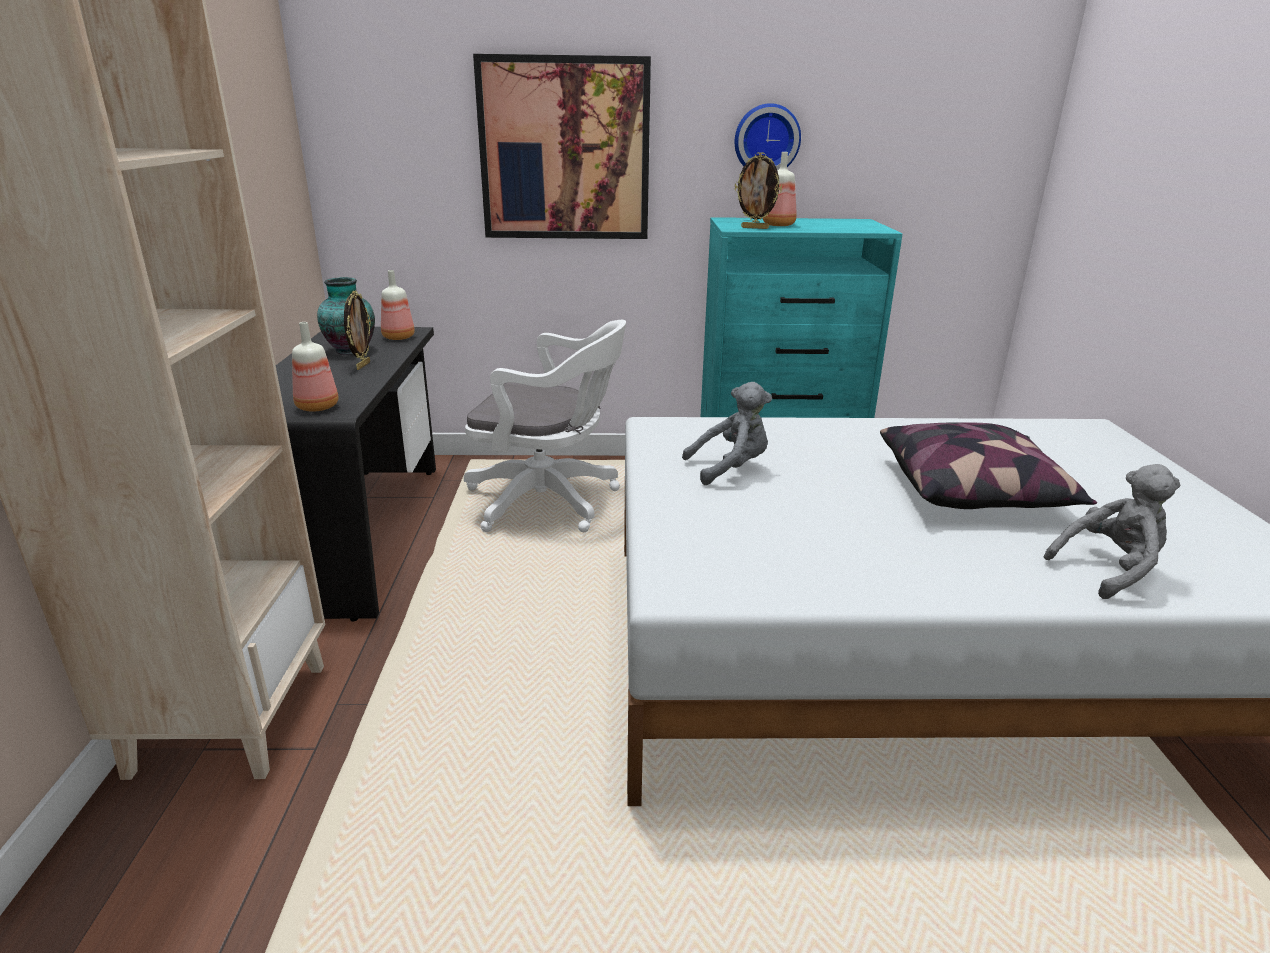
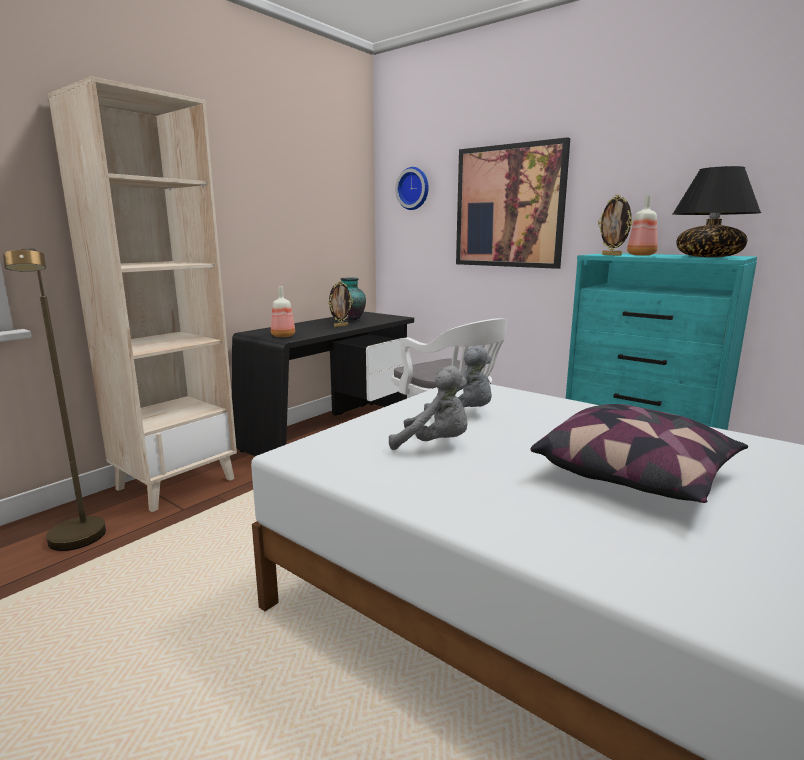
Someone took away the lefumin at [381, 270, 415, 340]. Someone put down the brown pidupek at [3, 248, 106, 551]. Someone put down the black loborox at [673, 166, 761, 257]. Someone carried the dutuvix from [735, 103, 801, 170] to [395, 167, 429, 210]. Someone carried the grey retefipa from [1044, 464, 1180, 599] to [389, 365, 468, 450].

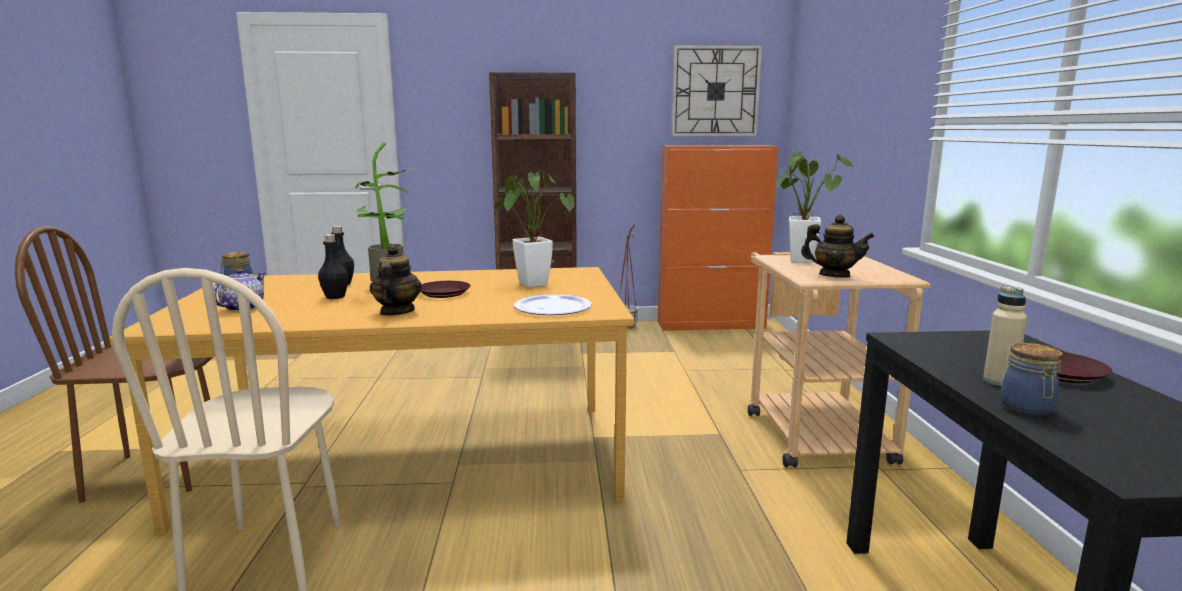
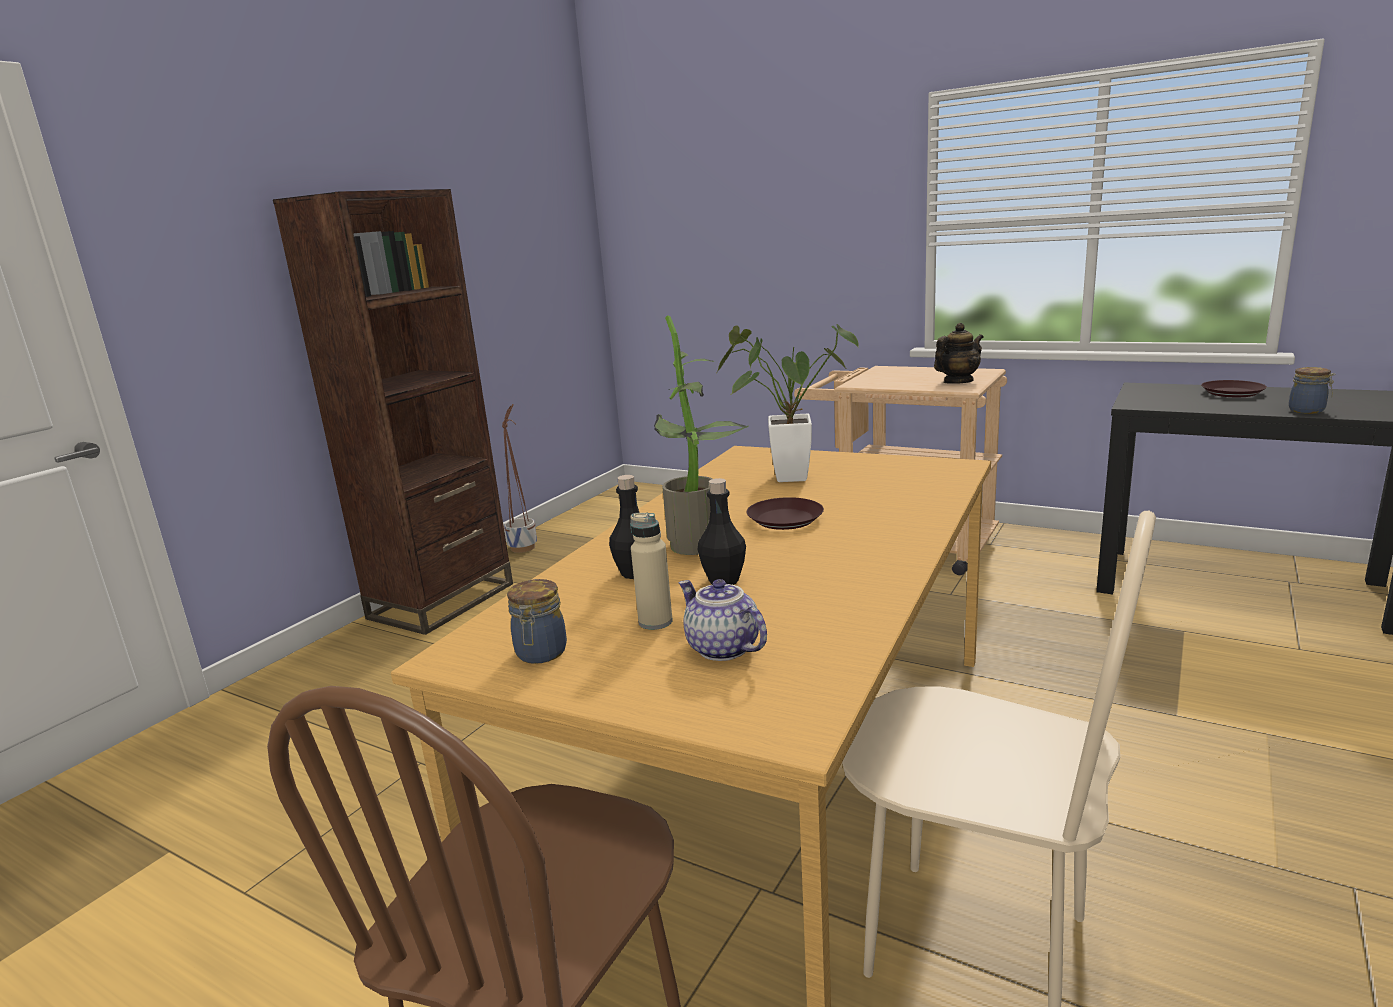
Someone took away the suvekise at [370, 245, 422, 316]. Someone took away the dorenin at [514, 294, 592, 315]. Someone took away the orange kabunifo at [658, 145, 779, 331]. Someone took away the dutuvix at [671, 45, 762, 136]. Someone took away the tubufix at [778, 152, 854, 263]. Someone carried the beige lefumin from [983, 285, 1027, 386] to [630, 513, 673, 630].

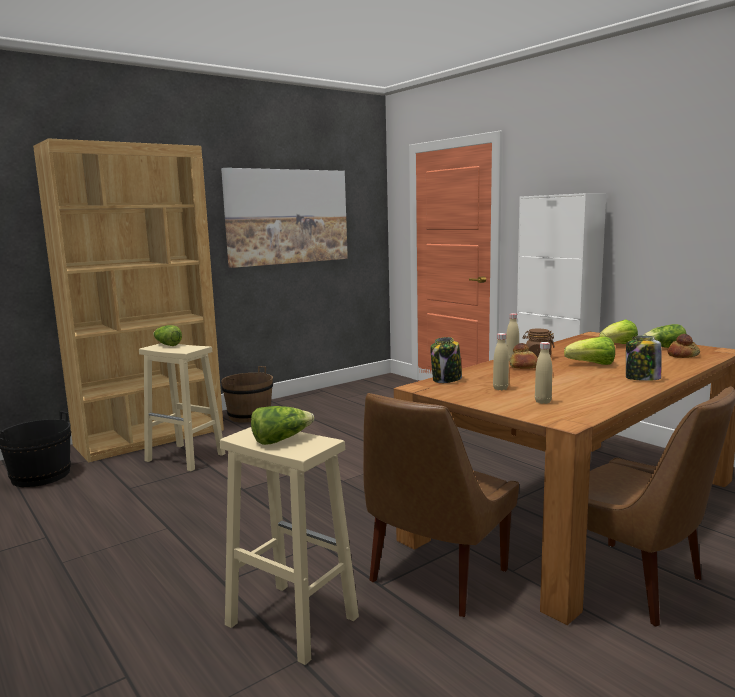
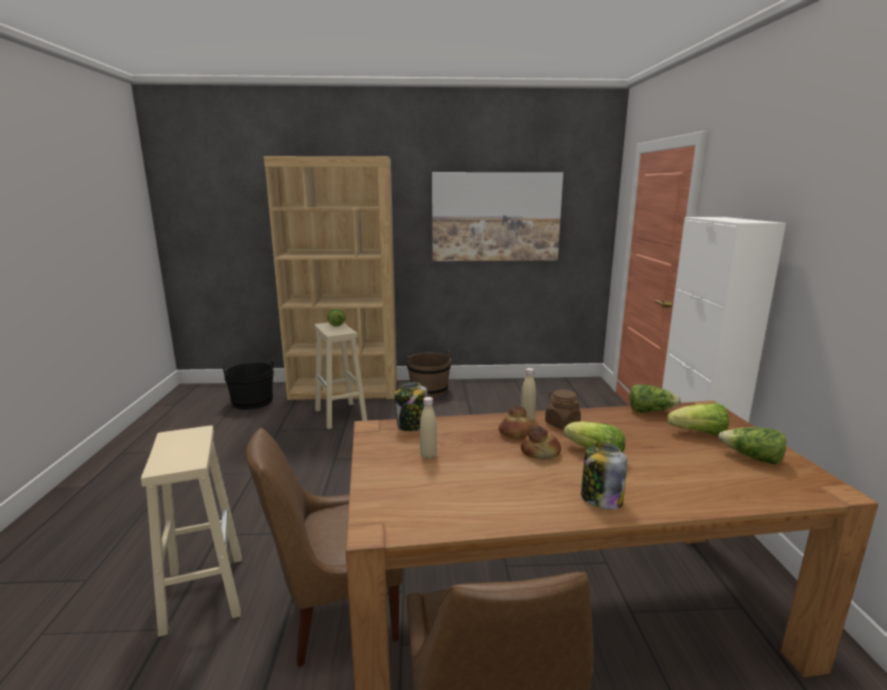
Someone took away the beige lefumin at [535, 342, 552, 404]. Someone carried the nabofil from [251, 406, 314, 445] to [629, 384, 681, 413]. Someone carried the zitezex from [667, 334, 700, 358] to [521, 426, 561, 459].

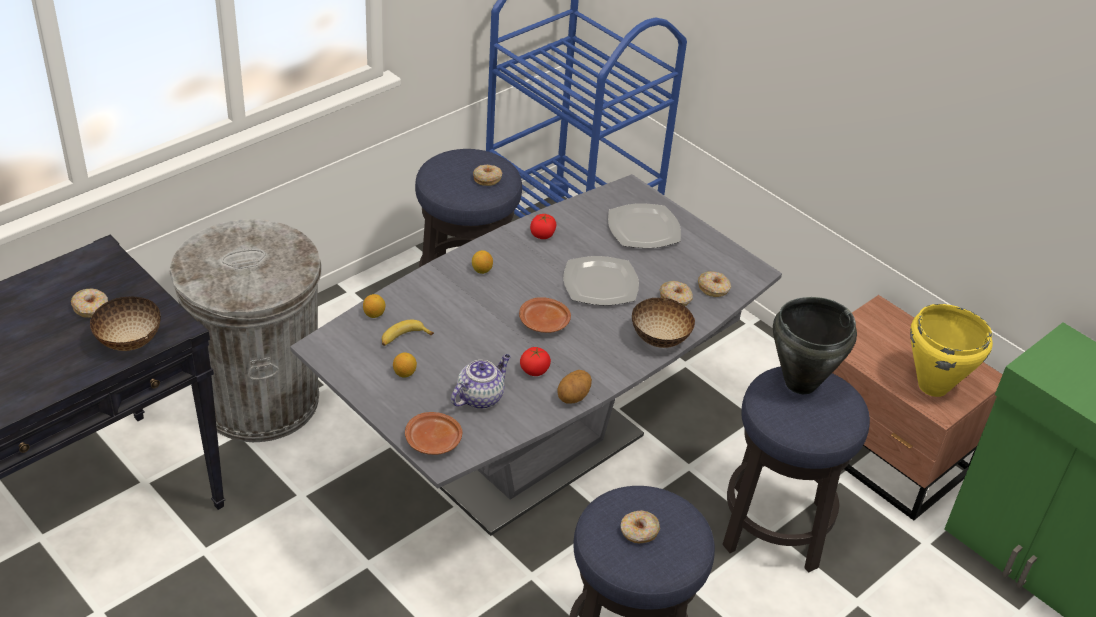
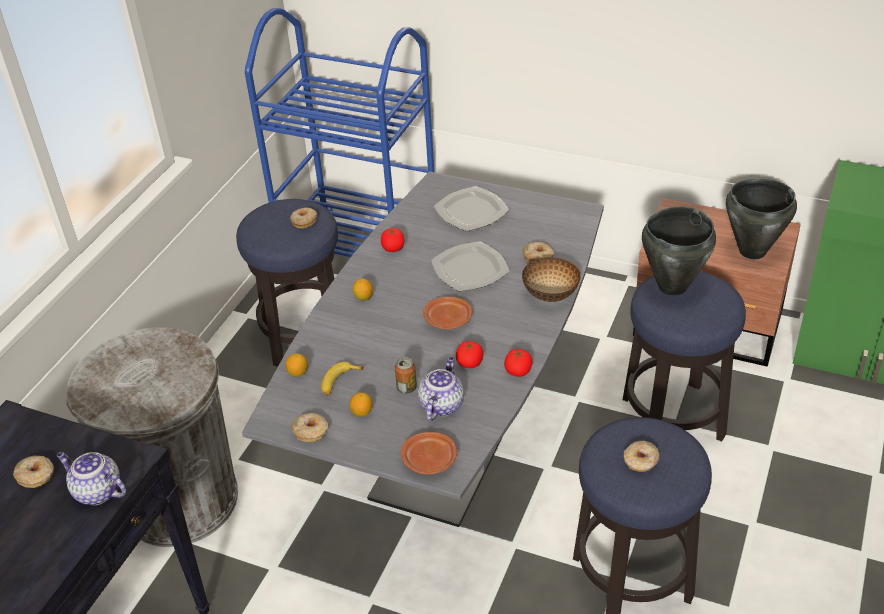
Someone put down the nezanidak at [395, 357, 417, 394]. Someone carried the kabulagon from [698, 271, 731, 297] to [291, 413, 328, 442]. Someone swapped the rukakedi at [90, 297, 161, 351] for the suvekise at [56, 452, 126, 505]. Someone swapped the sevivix at [557, 370, 592, 404] for the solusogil at [504, 349, 532, 377]. Someone repainted the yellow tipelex at [910, 304, 993, 397], which became the black tipelex at [726, 178, 797, 259].

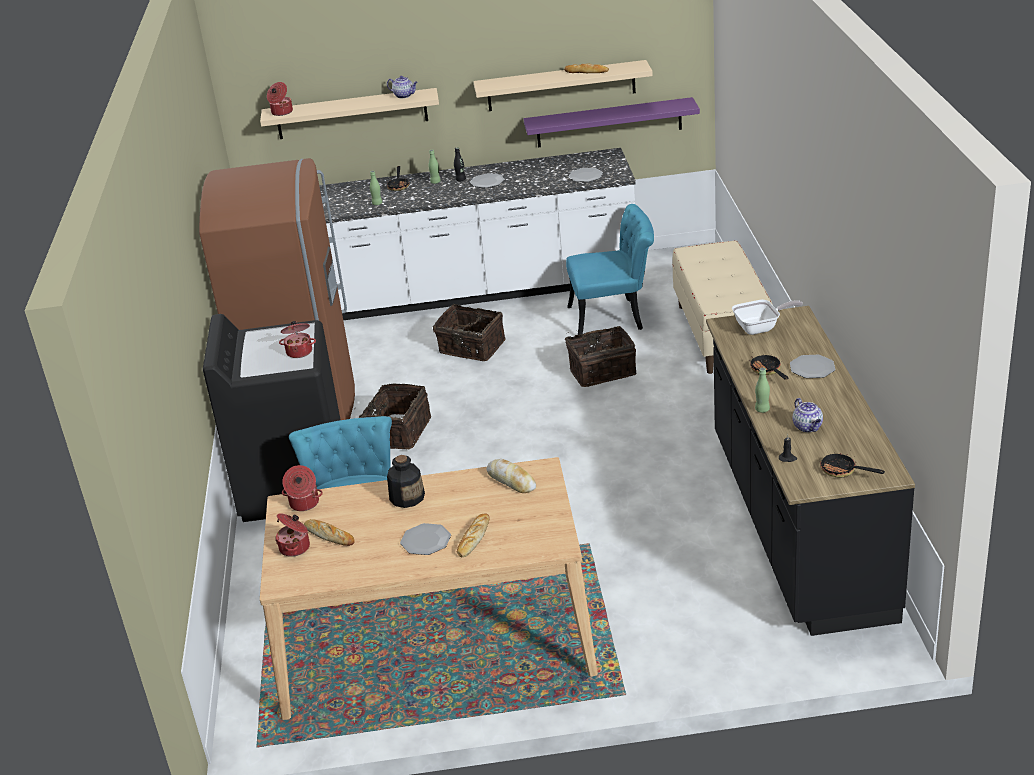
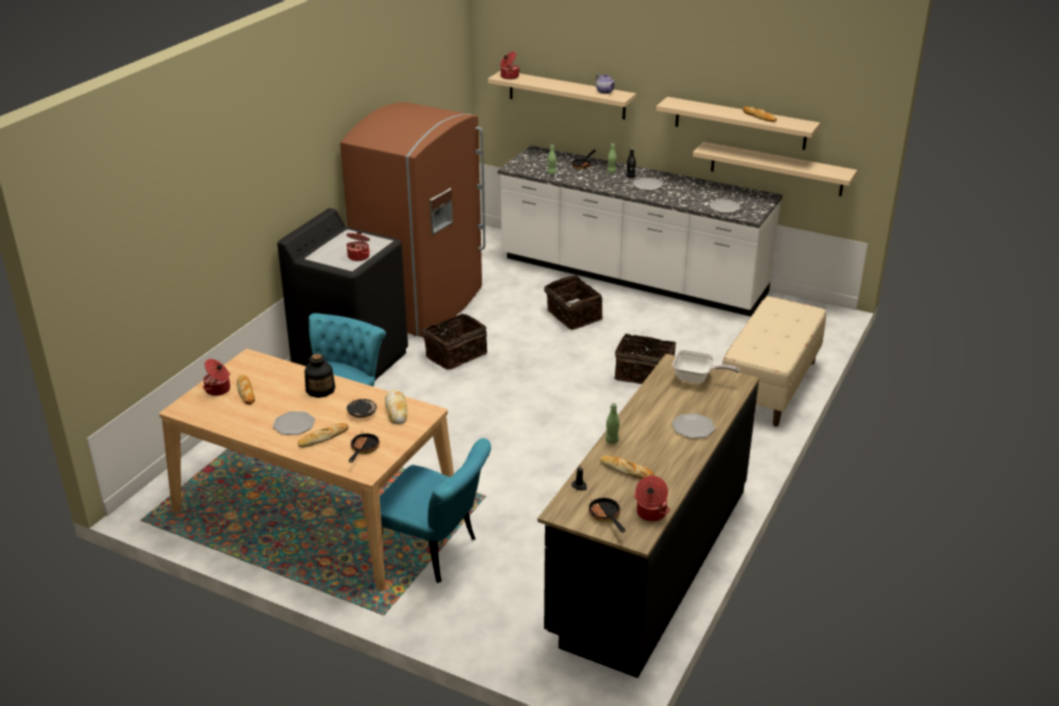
Someone put down the black dorenin at [347, 399, 377, 418]. Someone carried the tipelex from [282, 465, 323, 511] to [634, 476, 670, 522]. Someone carried the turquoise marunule from [566, 204, 654, 335] to [371, 438, 491, 583]. Someone carried the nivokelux from [749, 354, 788, 380] to [349, 433, 380, 463]. Someone swapped the suvekise at [793, 398, 823, 432] for the zitezex at [600, 456, 655, 479]. Someone repainted the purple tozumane at [523, 97, 700, 147], which became the beige tozumane at [693, 142, 857, 196].

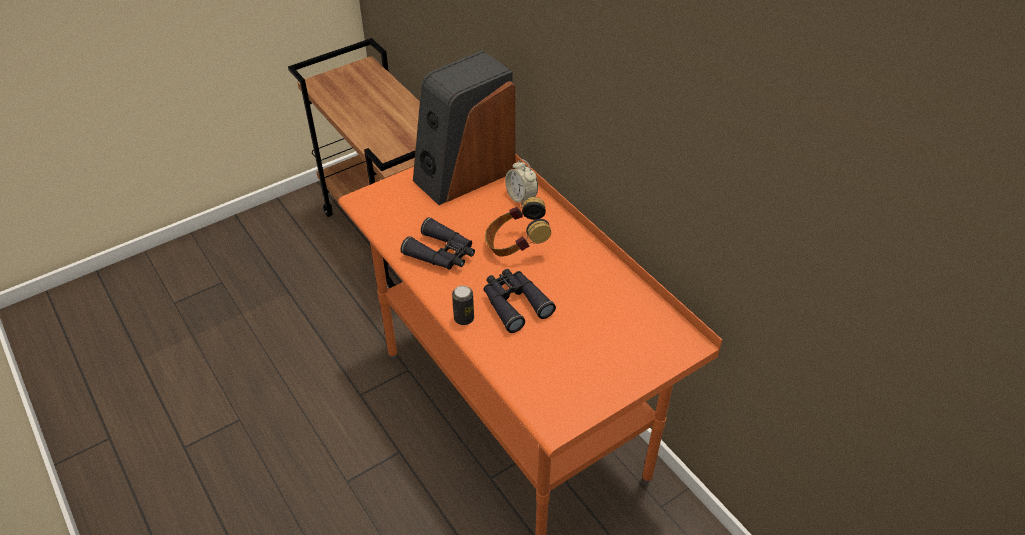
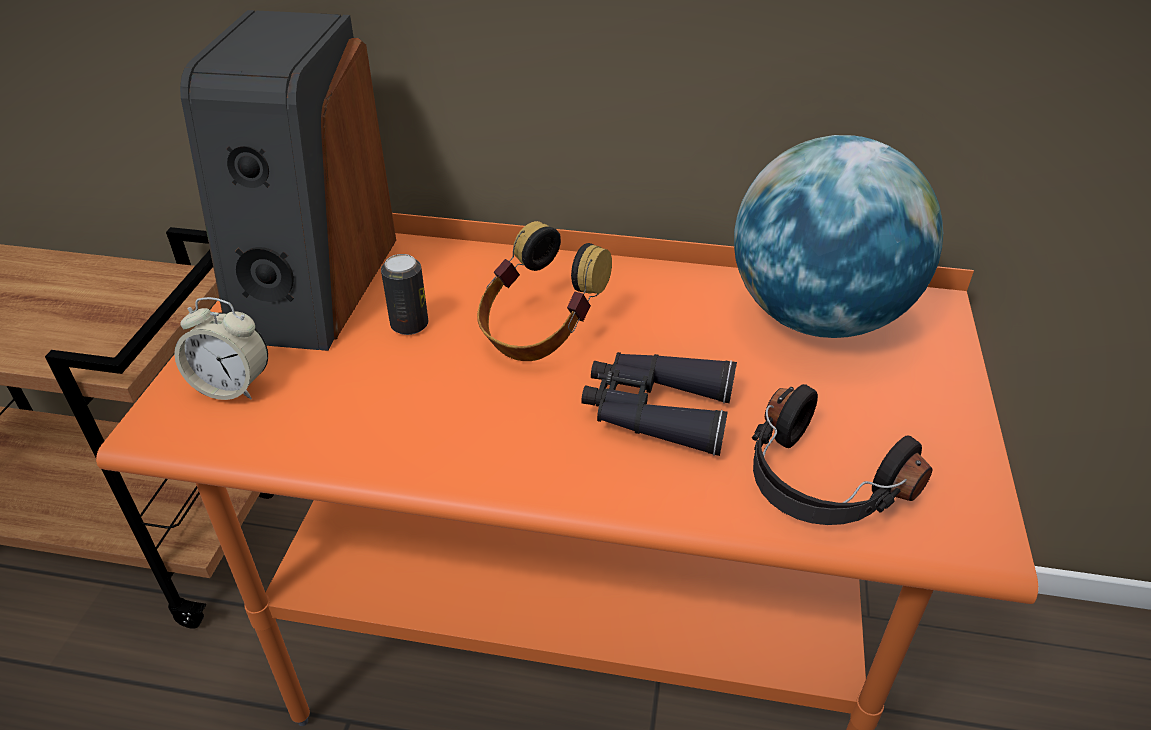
Someone took away the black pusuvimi at [401, 217, 475, 270]. Someone put down the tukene at [734, 135, 943, 338]. Someone put down the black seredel at [752, 384, 933, 525]. Someone carried the nezanidak from [452, 285, 474, 325] to [381, 254, 428, 335]. Someone carried the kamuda from [505, 159, 538, 206] to [174, 297, 268, 400].

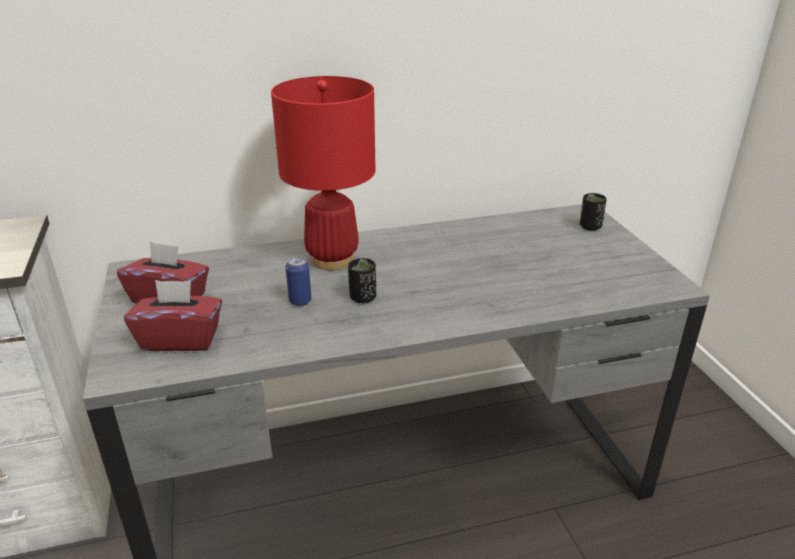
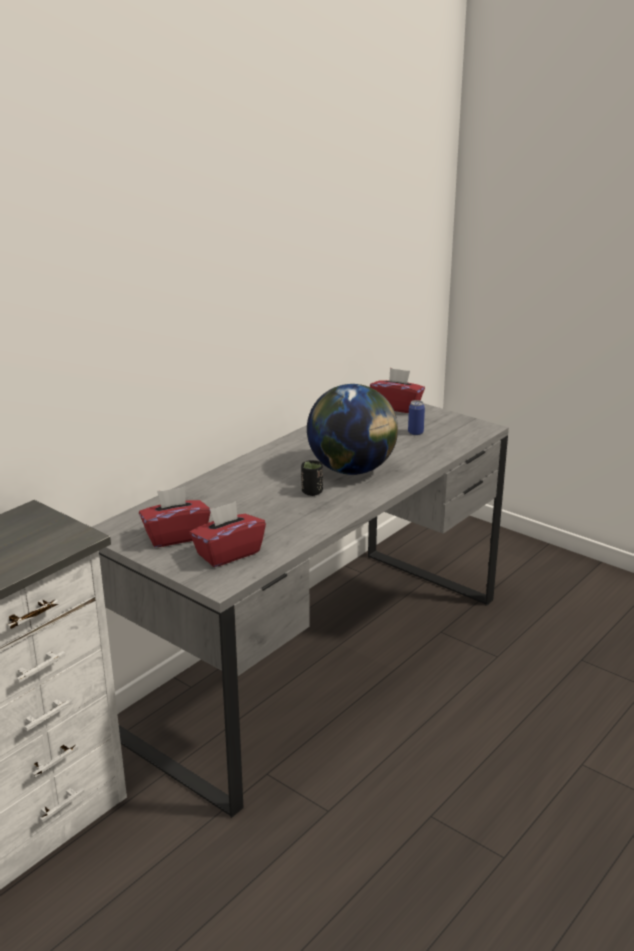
Someone took away the red loborox at [271, 76, 376, 270]. Someone put down the tukene at [307, 384, 398, 475]. Someone carried the nezanidak from [286, 256, 311, 306] to [408, 400, 425, 435]. Someone swapped the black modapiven at [580, 193, 607, 231] for the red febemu at [370, 368, 425, 413].

